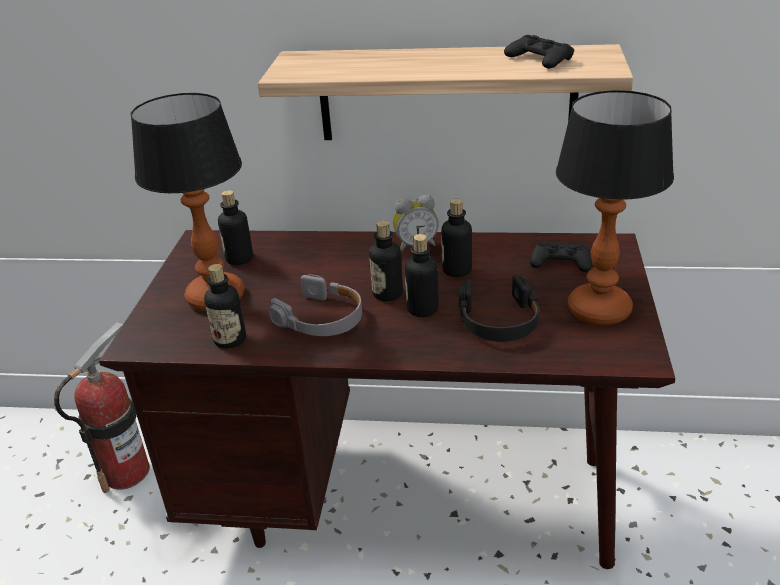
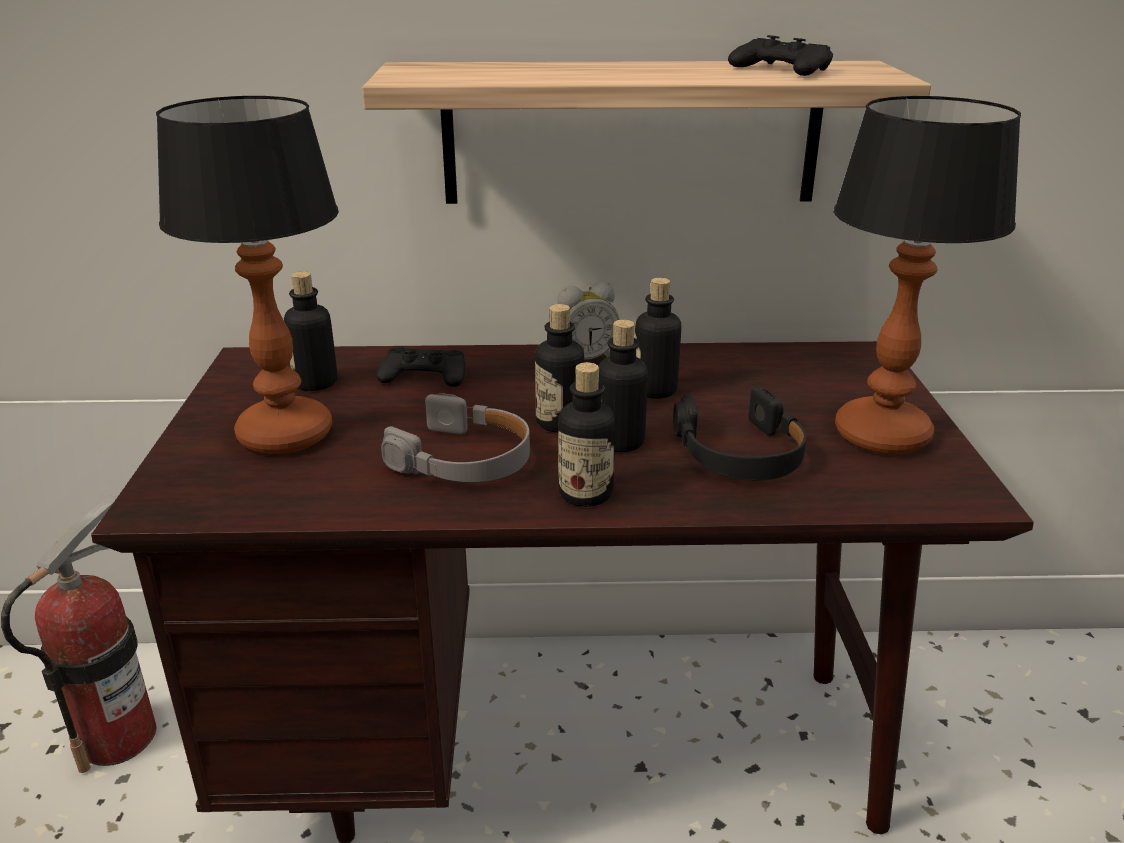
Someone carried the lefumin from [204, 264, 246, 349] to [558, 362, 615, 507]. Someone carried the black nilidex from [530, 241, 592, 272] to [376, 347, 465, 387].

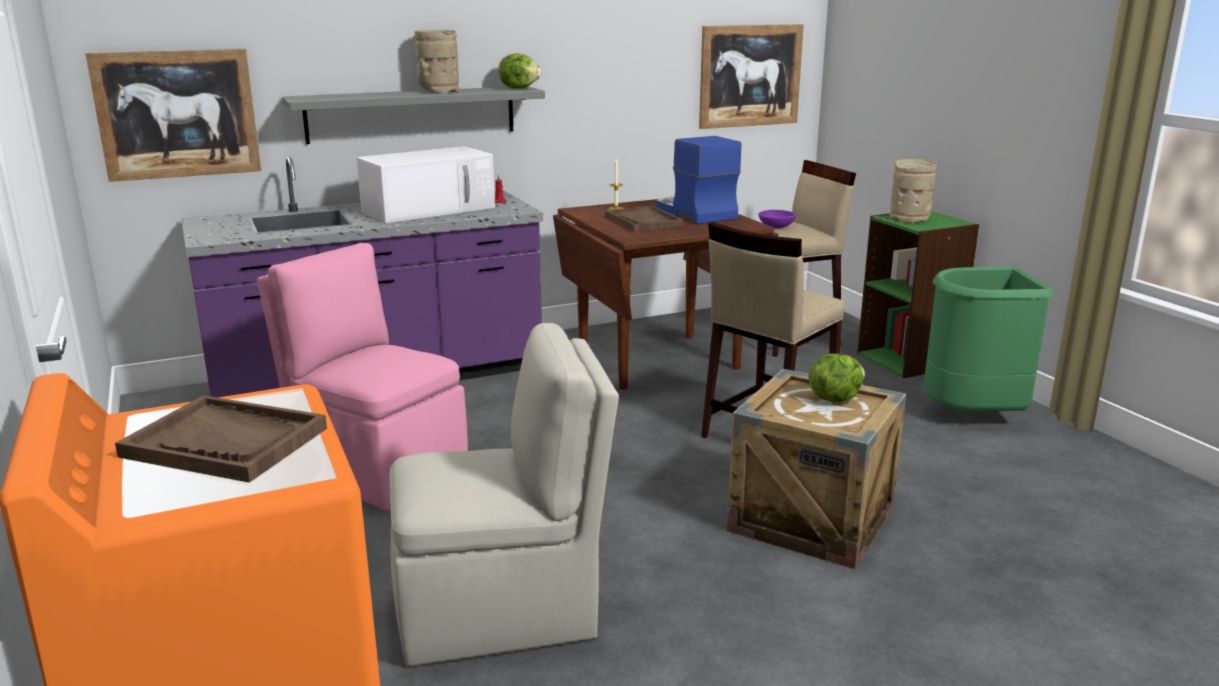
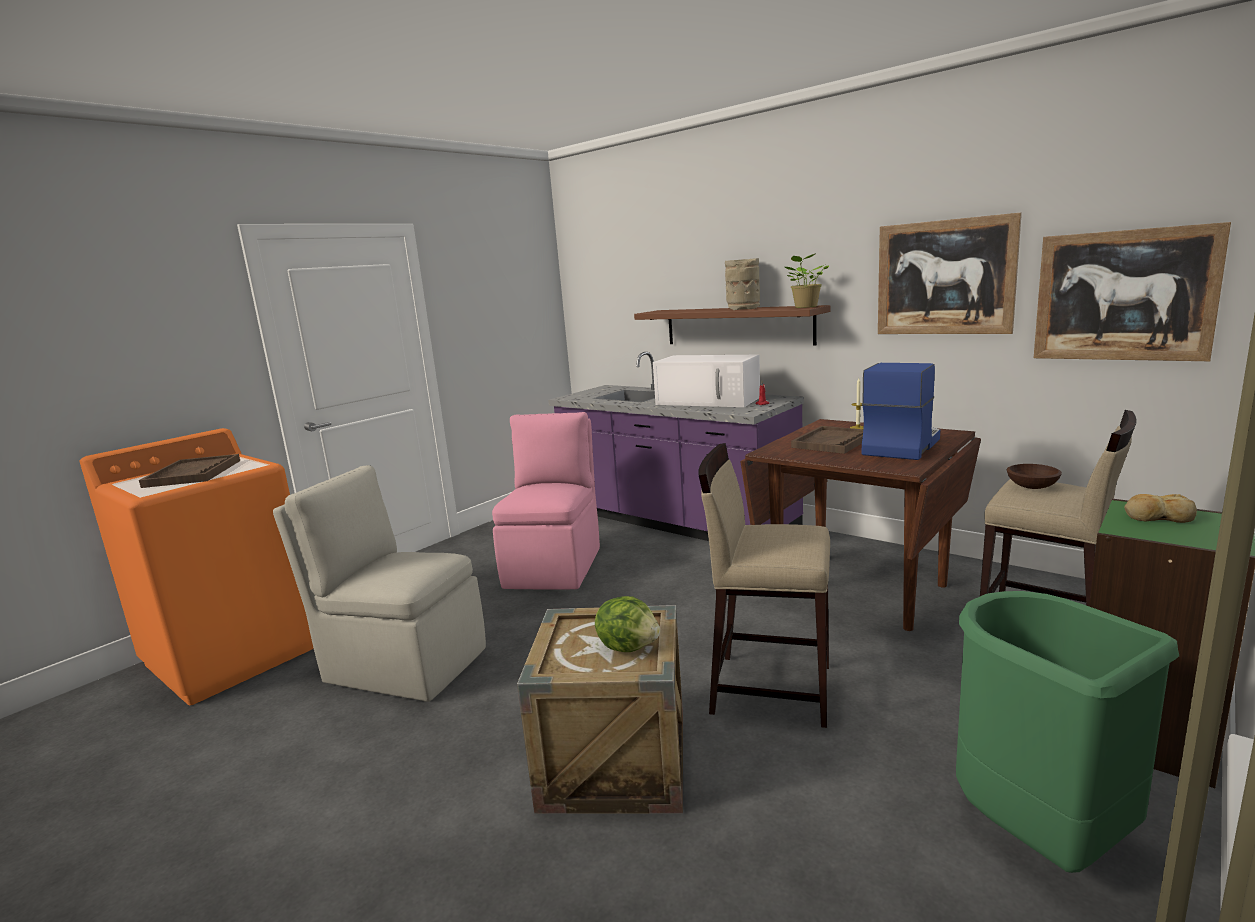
Someone carried the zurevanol from [85, 49, 261, 182] to [878, 213, 1022, 334]. Someone swapped the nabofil at [498, 53, 542, 89] for the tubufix at [785, 254, 829, 308]. Someone swapped the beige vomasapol at [890, 159, 937, 223] for the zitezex at [1124, 494, 1197, 523]. Someone repainted the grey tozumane at [282, 87, 545, 144], which became the brown tozumane at [634, 305, 831, 346]. Someone repainted the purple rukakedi at [758, 210, 796, 228], which became the brown rukakedi at [1006, 464, 1062, 489]. Someone rotated the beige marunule at [390, 323, 619, 666] by 150 degrees clockwise.

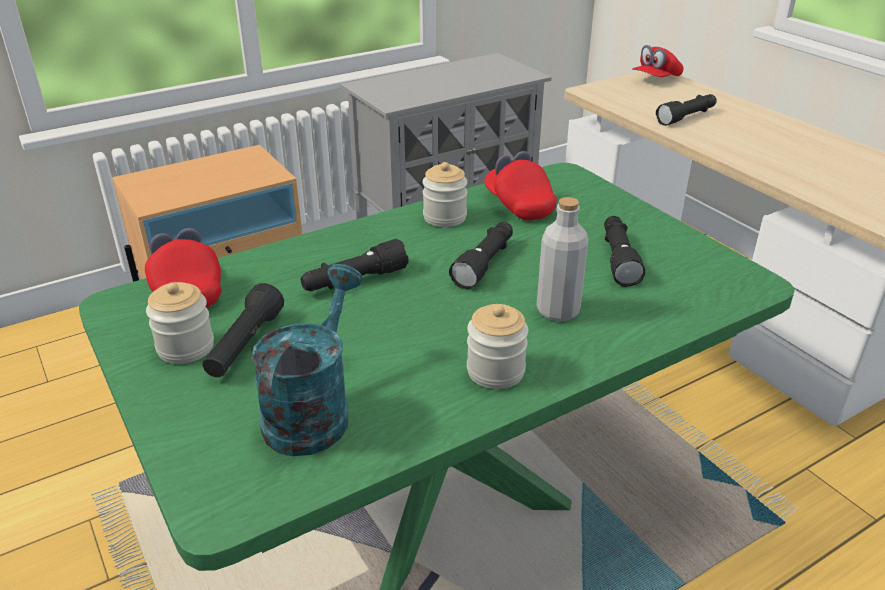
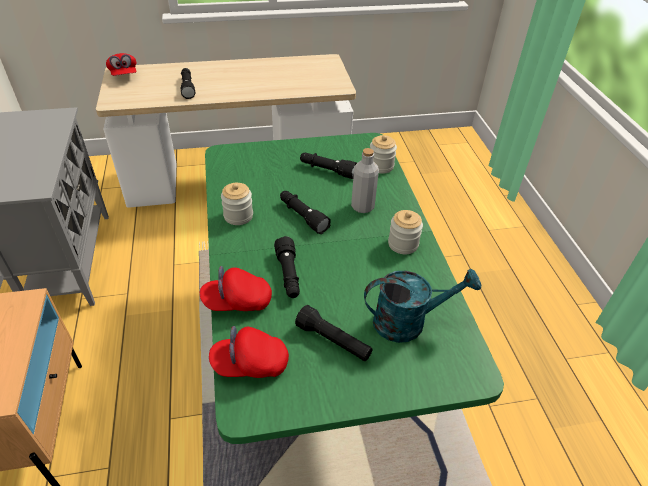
Someone carried the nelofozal from [146, 282, 214, 364] to [370, 135, 397, 174]. Someone carried the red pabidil from [484, 151, 557, 220] to [200, 266, 272, 311]. Someone rotated the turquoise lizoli at [252, 264, 363, 456] by 135 degrees clockwise.

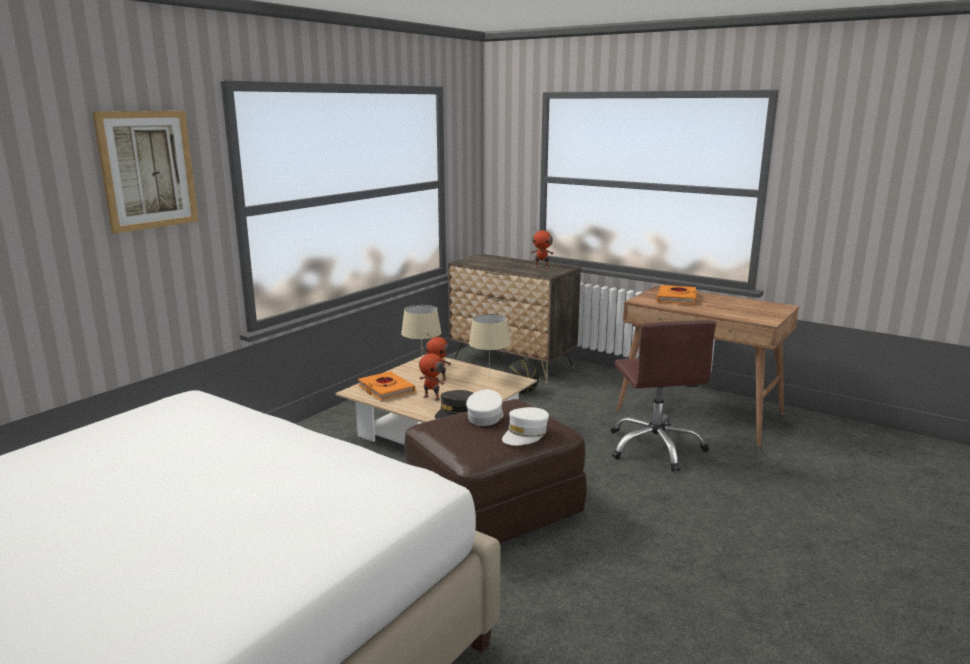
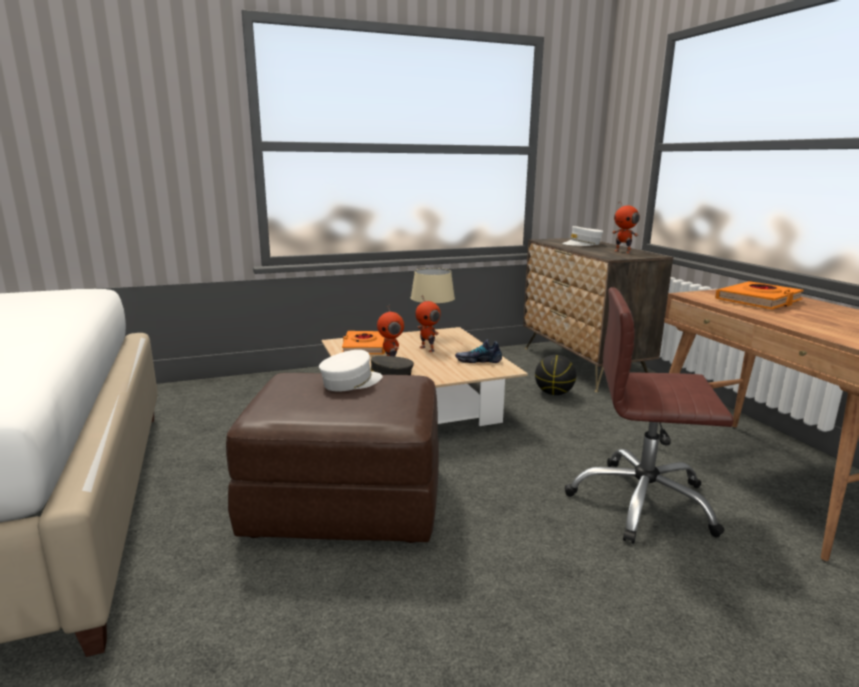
Someone took away the zurevanol at [92, 111, 199, 234]. Someone carried the white pabidil from [502, 407, 549, 445] to [562, 226, 603, 246]. Someone swapped the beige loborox at [469, 314, 511, 379] for the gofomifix at [455, 339, 502, 363]. Someone rotated the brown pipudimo at [611, 320, 716, 472] by 75 degrees clockwise.

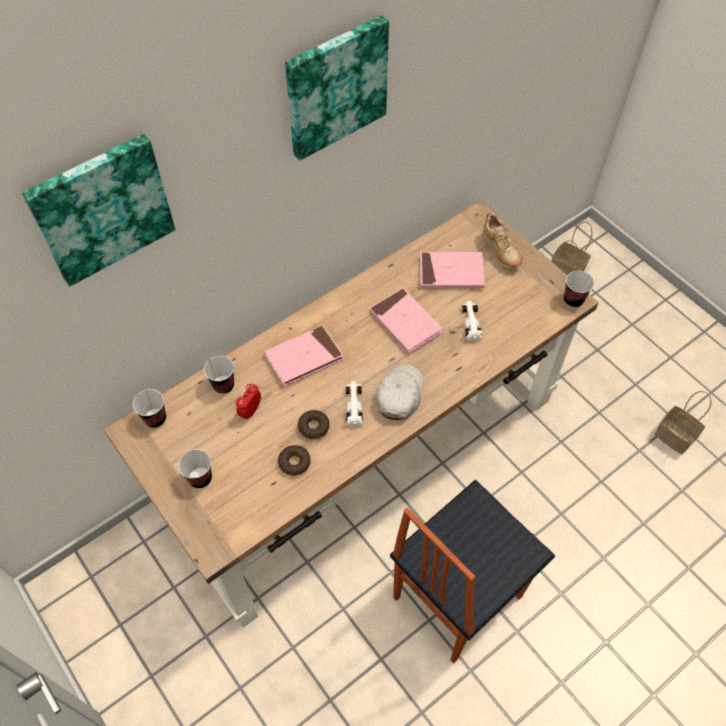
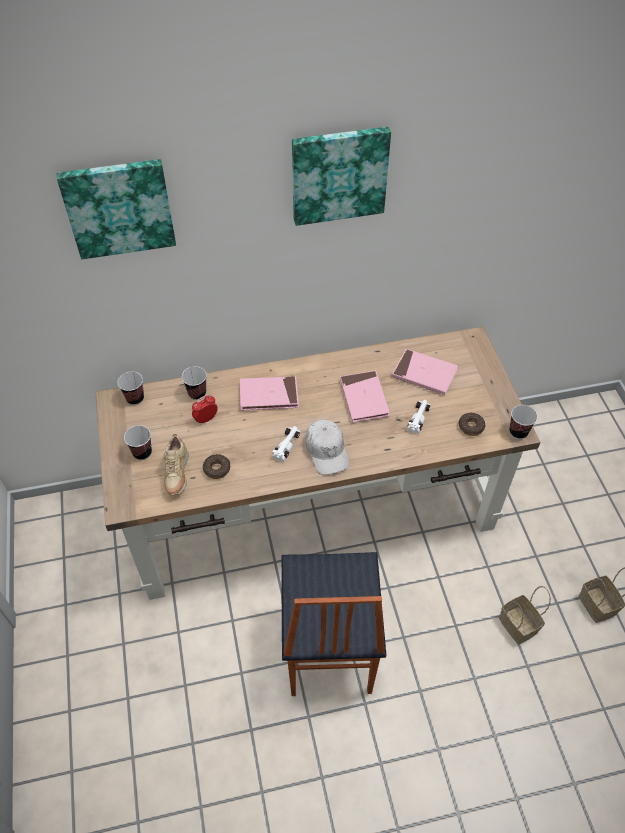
Someone carried the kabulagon from [298, 410, 329, 439] to [459, 413, 485, 436]. Someone carried the beige gofomifix from [483, 213, 522, 269] to [163, 434, 189, 495]. Someone carried the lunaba from [552, 221, 592, 275] to [499, 586, 551, 644]. Someone rotated the white pabidil at [376, 364, 424, 420] by 120 degrees clockwise. Someone rotated the marunule at [390, 480, 555, 663] by 75 degrees counterclockwise.

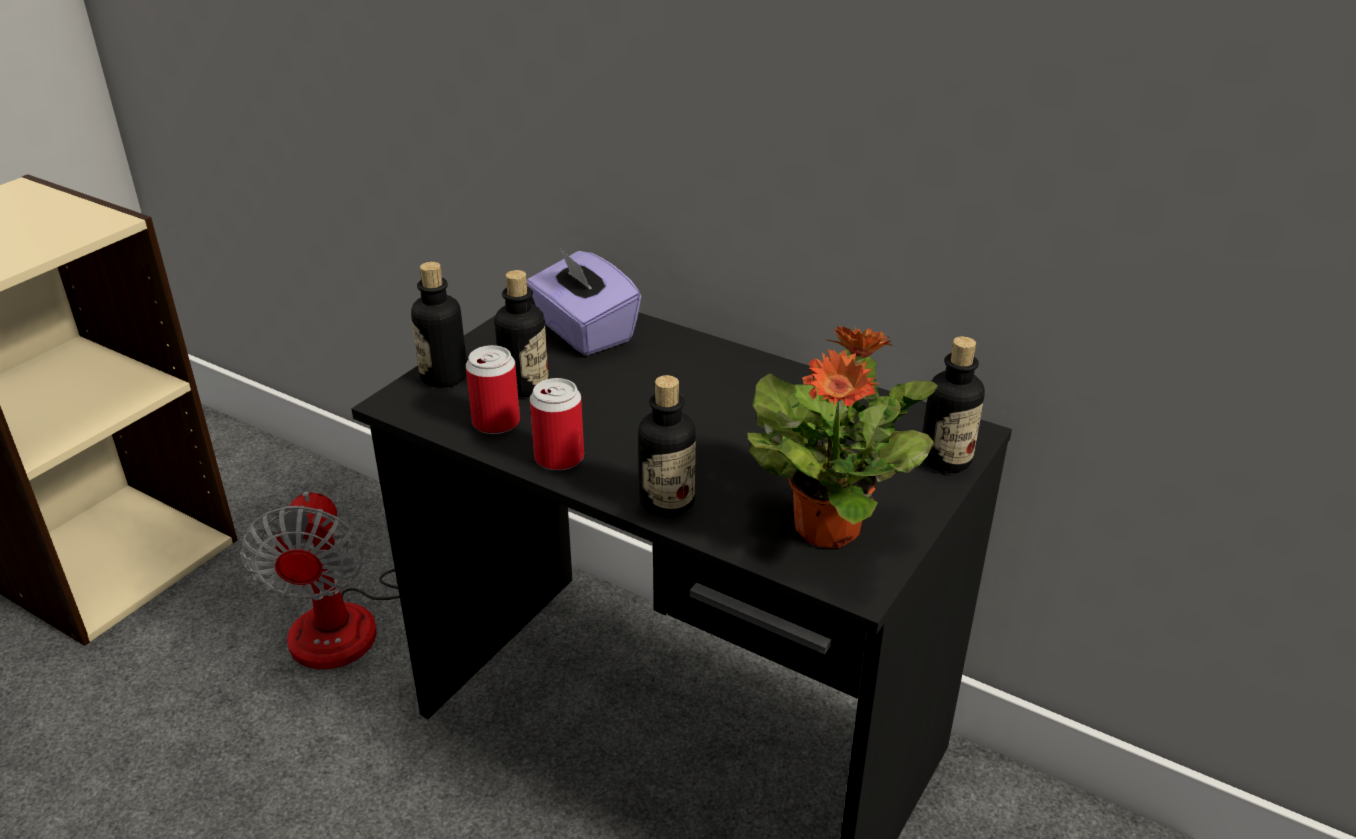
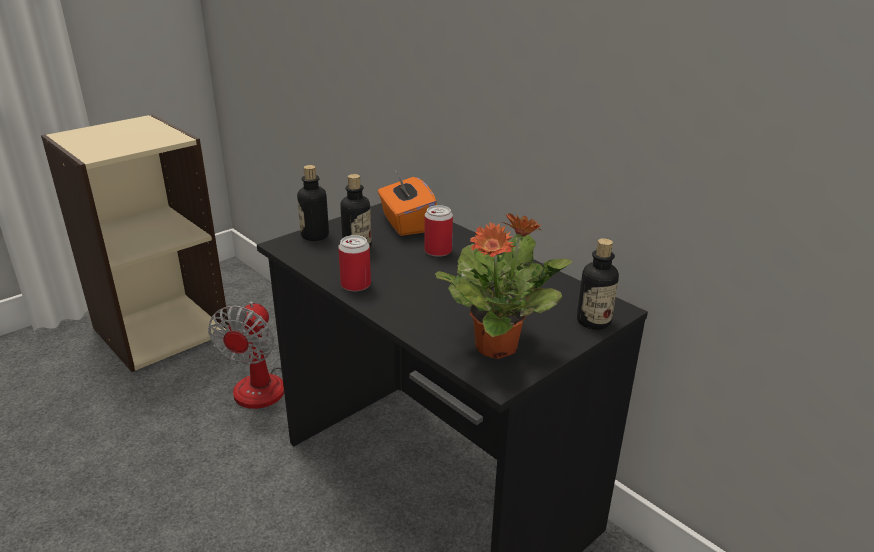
Someone took away the lefumin at [638, 375, 696, 517]. Someone carried the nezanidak from [466, 345, 520, 434] to [424, 205, 453, 257]. Someone repainted the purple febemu at [527, 248, 641, 355], which became the orange febemu at [378, 173, 437, 236].

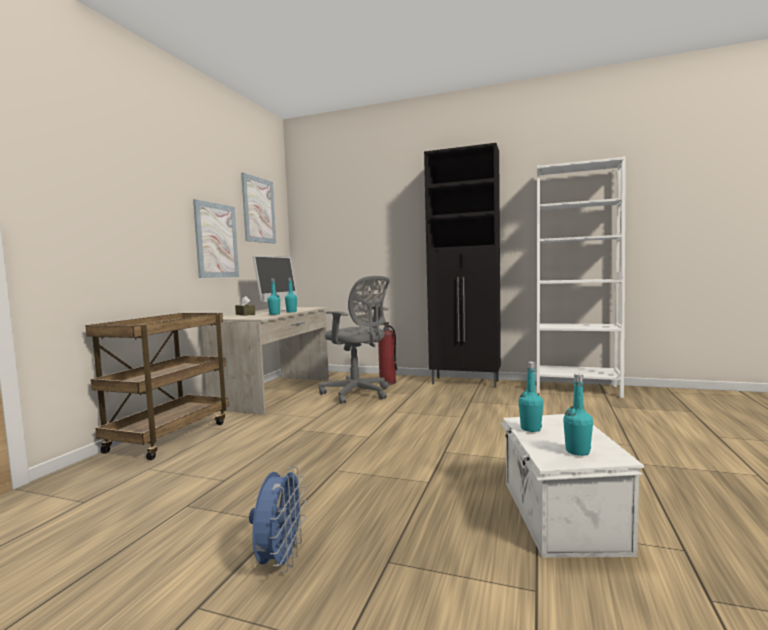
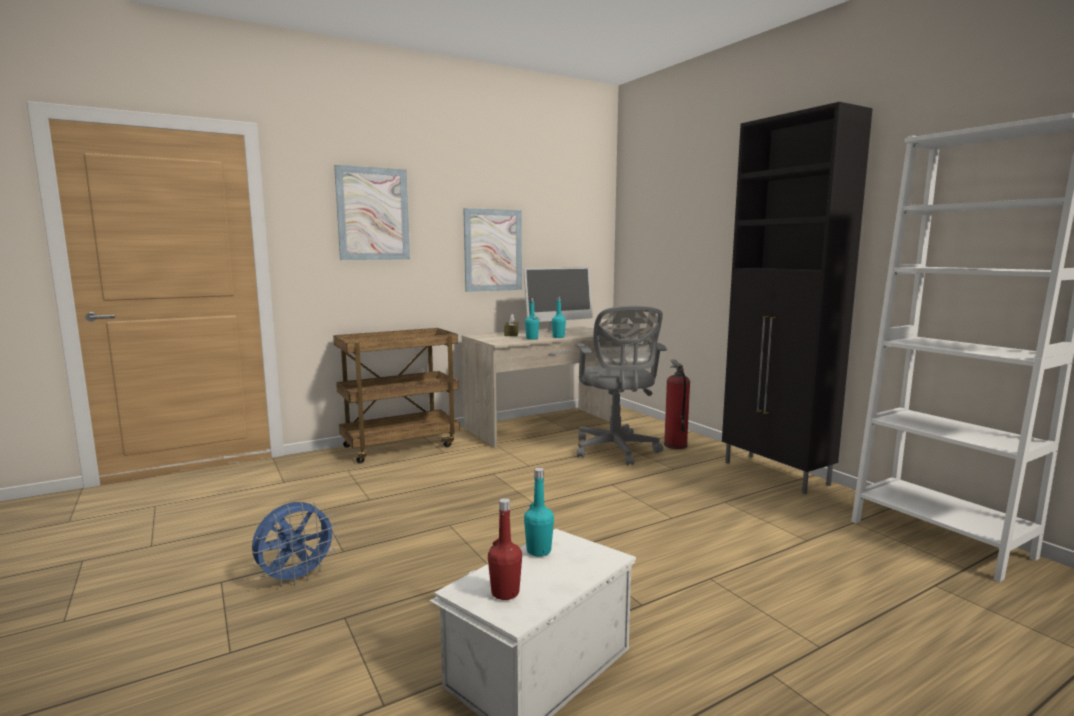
Someone carried the zurevanol from [241, 173, 276, 244] to [334, 165, 410, 260]. Someone repainted the turquoise lefumin at [563, 374, 593, 456], which became the red lefumin at [488, 498, 522, 600].

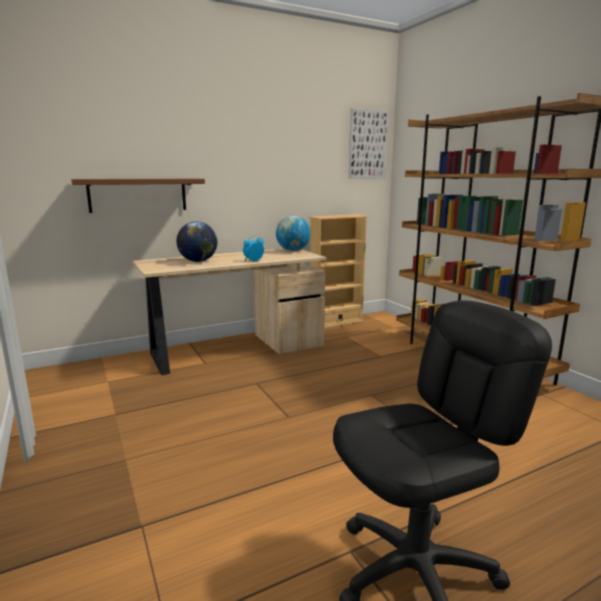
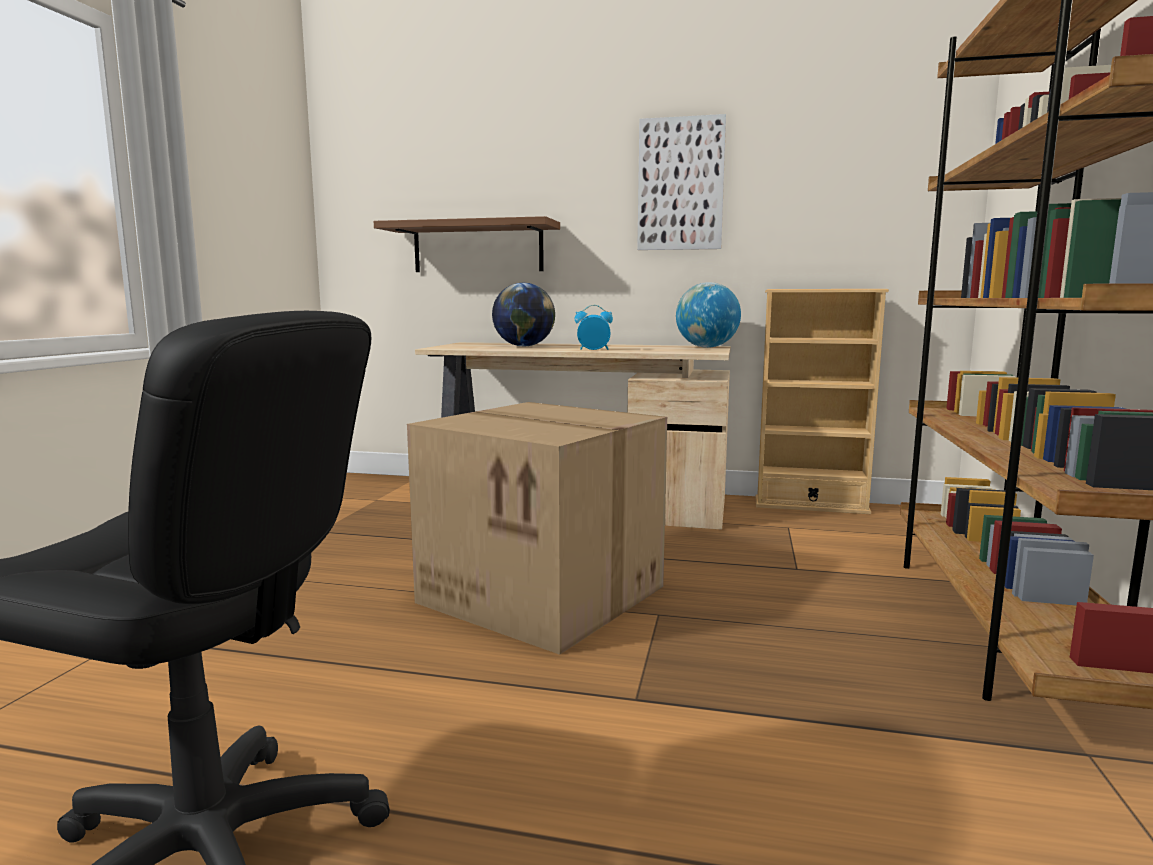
Someone put down the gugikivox at [407, 402, 667, 655]. Someone carried the zurevanol from [349, 108, 388, 179] to [637, 114, 726, 250].

